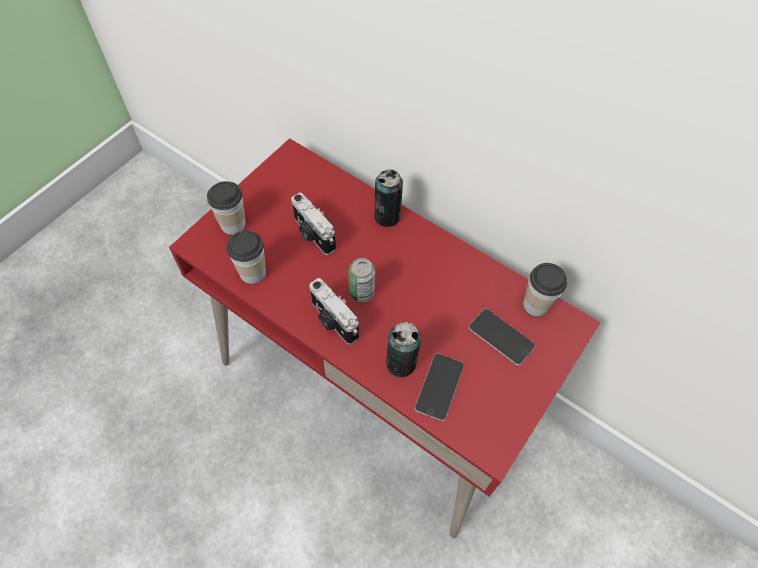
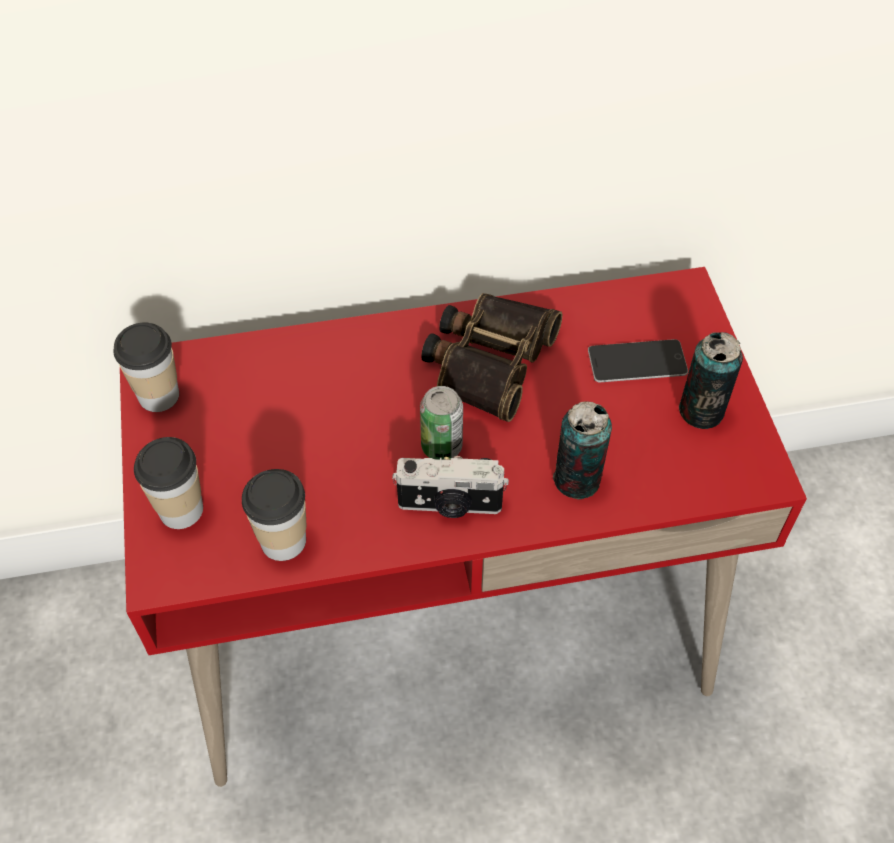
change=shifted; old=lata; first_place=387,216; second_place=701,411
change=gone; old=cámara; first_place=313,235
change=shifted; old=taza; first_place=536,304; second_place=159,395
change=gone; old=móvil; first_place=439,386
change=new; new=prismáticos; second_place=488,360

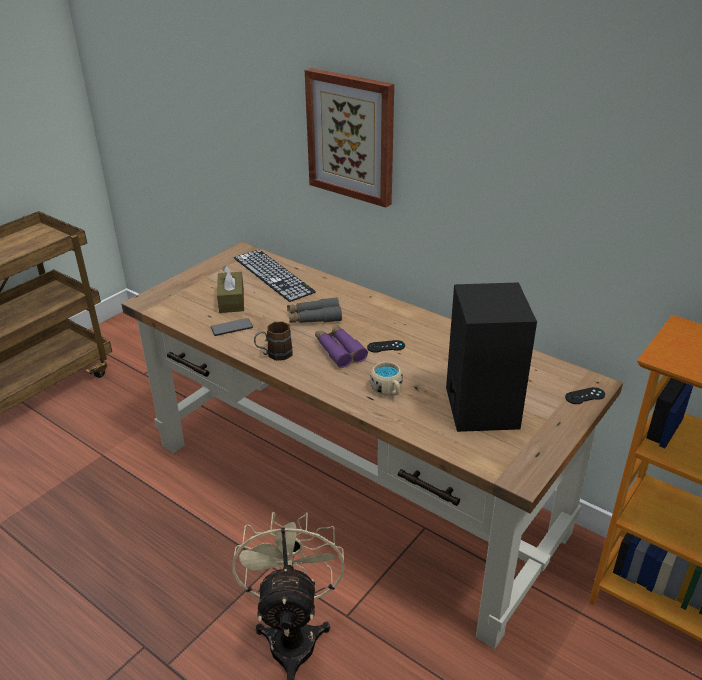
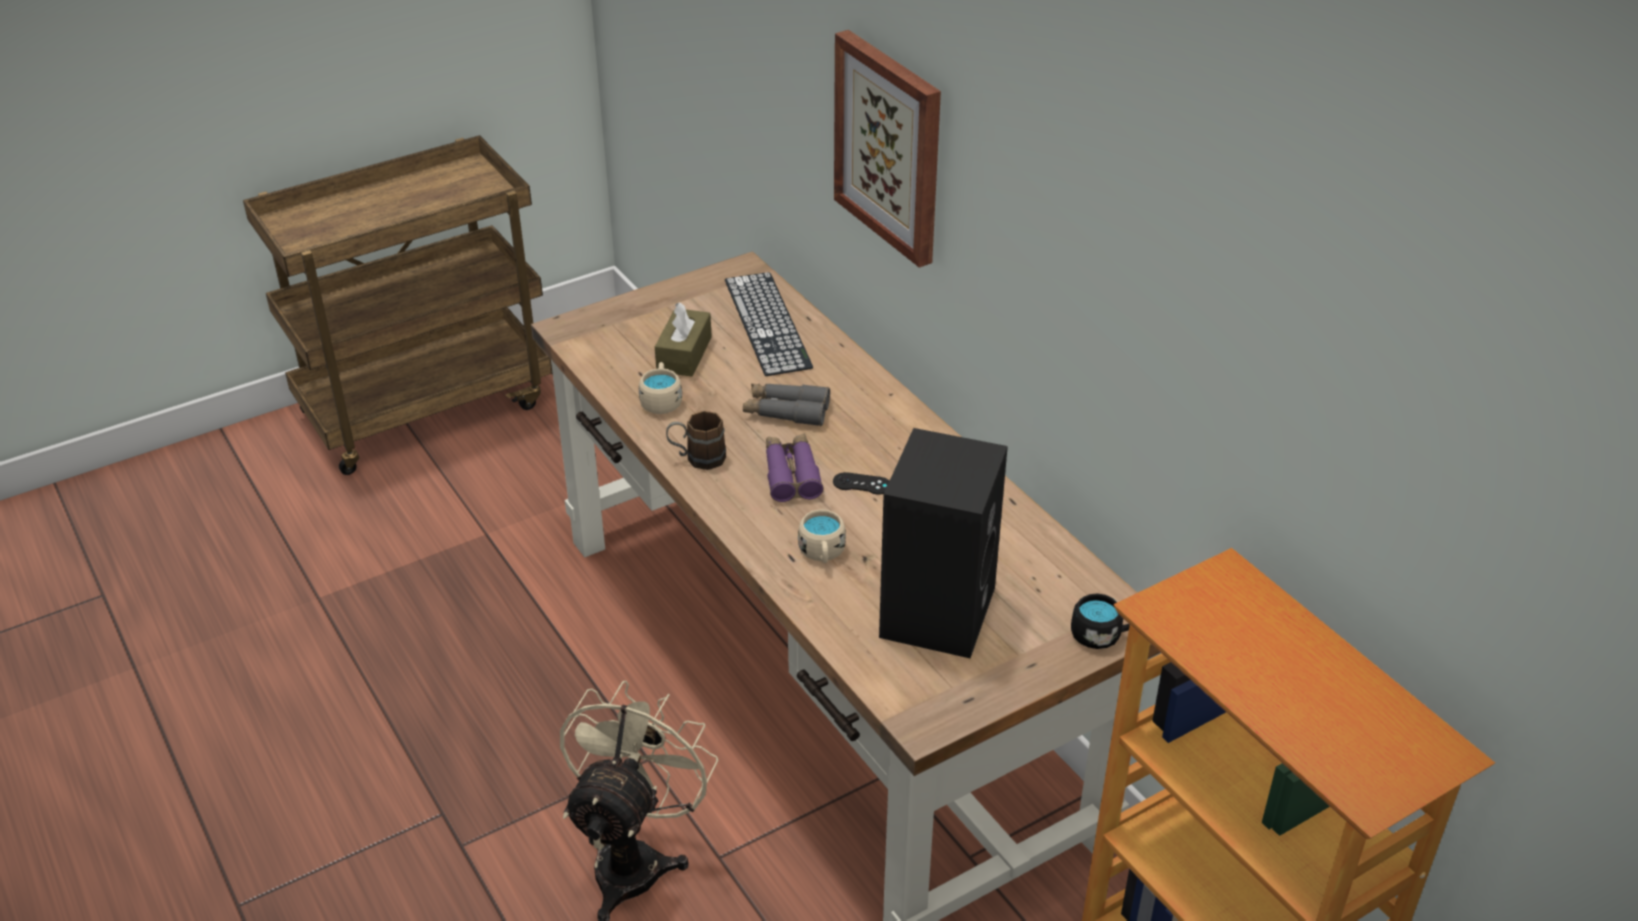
change=swapped; old=móvil; new=taza grande [beis]; first_place=231,328; second_place=661,400
change=swapped; old=mando de consola [negro]; new=taza grande [negro]; first_place=585,396; second_place=1102,635

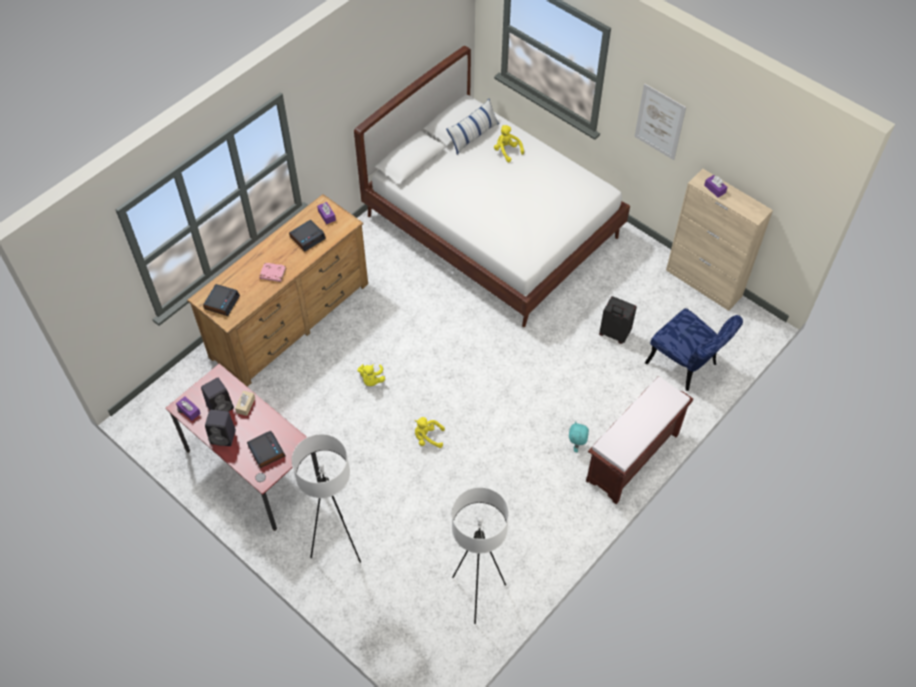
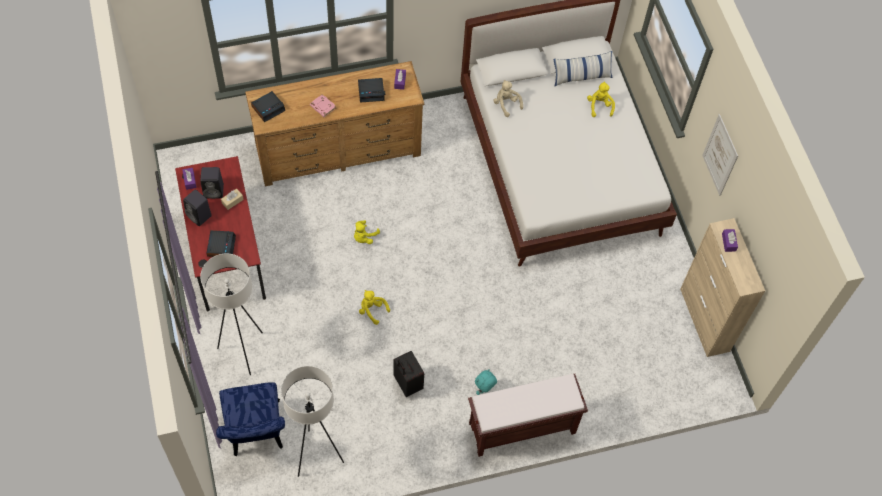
change=shifted; old=maleta [negro]; first_place=614,334; second_place=407,384
change=shifted; old=silla [azul]; first_place=686,366; second_place=255,434
change=new; new=peluche [beis]; second_place=506,104

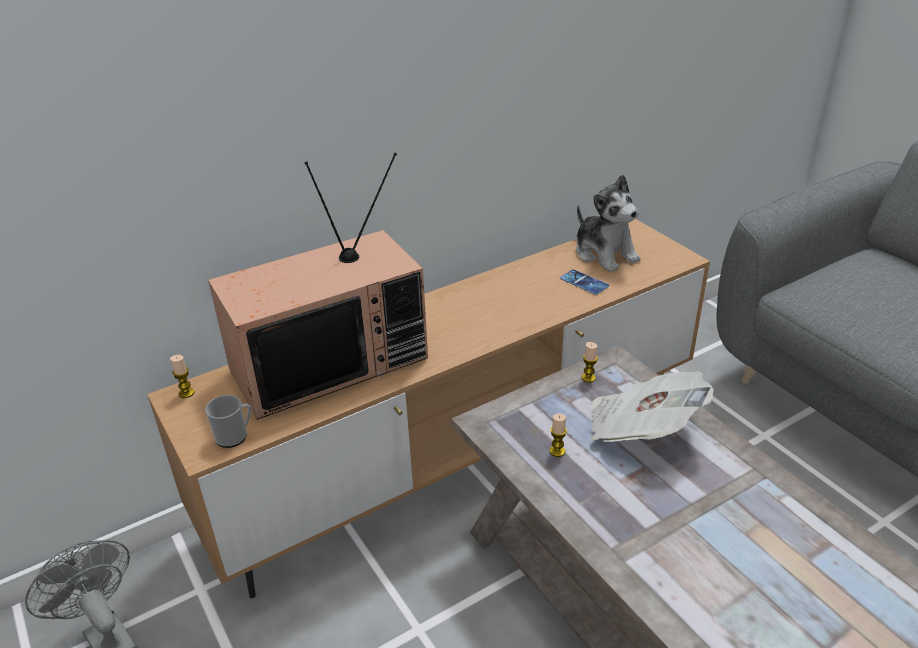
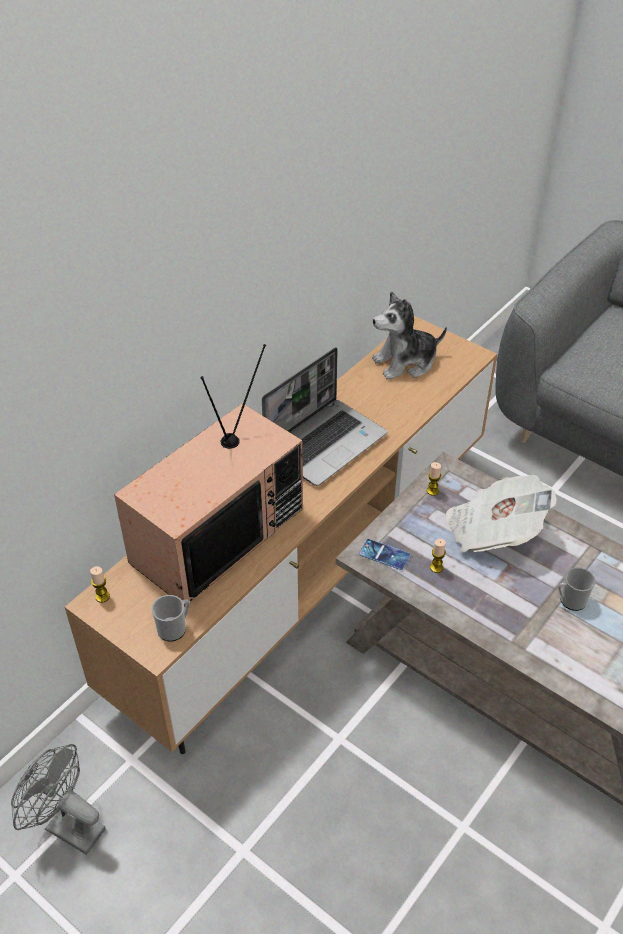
change=rotated; old=peluche; first_place=604,253; second_place=405,363; degrees=120
change=shifted; old=móvil; first_place=584,282; second_place=384,555
change=new; new=portátil; second_place=325,442
change=new; new=taza grande; second_place=570,600

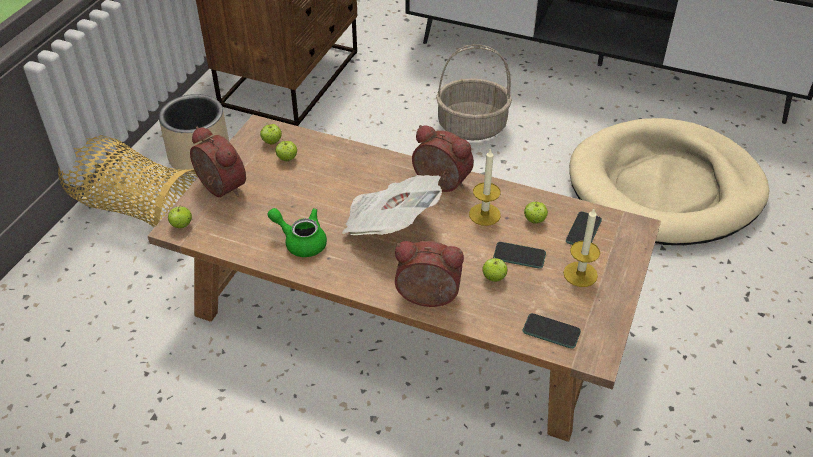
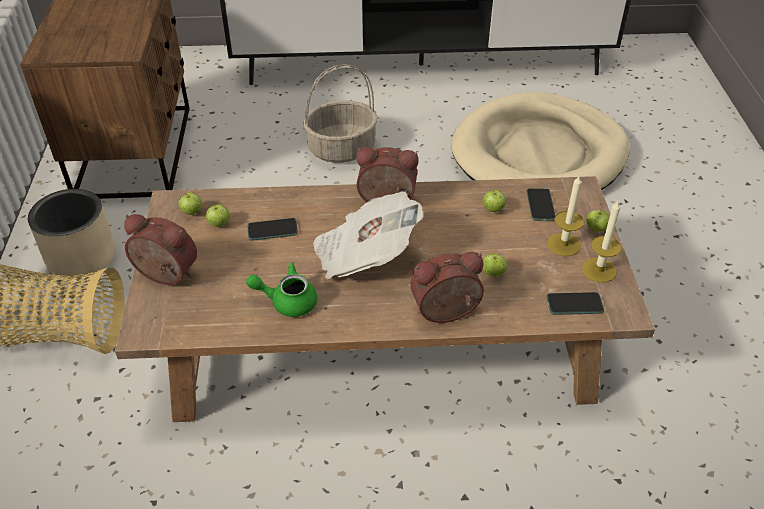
change=shifted; old=vela; first_place=484,214; second_place=599,270
change=shifted; old=manzana; first_place=181,225; second_place=596,229
change=shifted; old=móvil; first_place=519,256; second_place=272,230

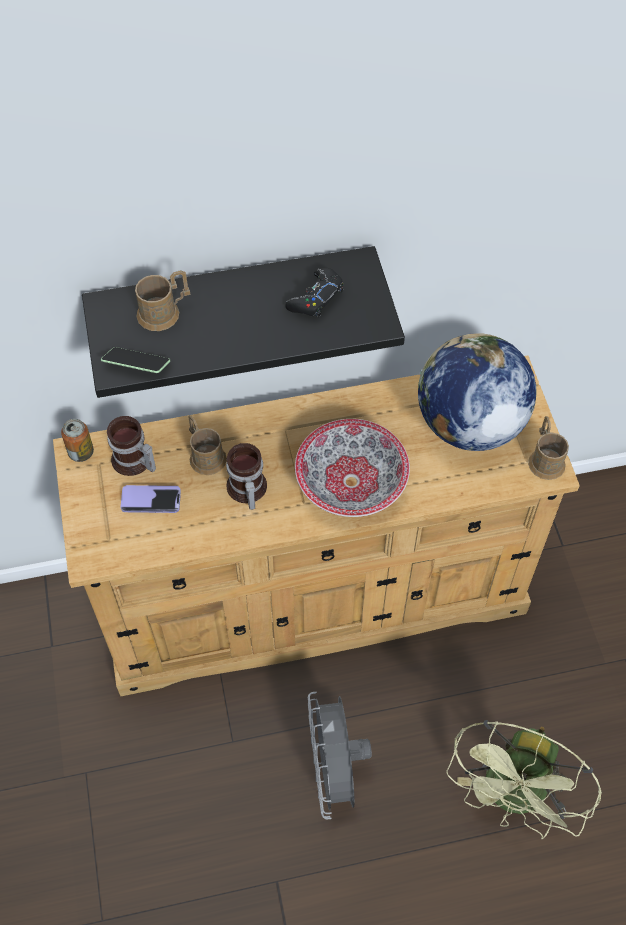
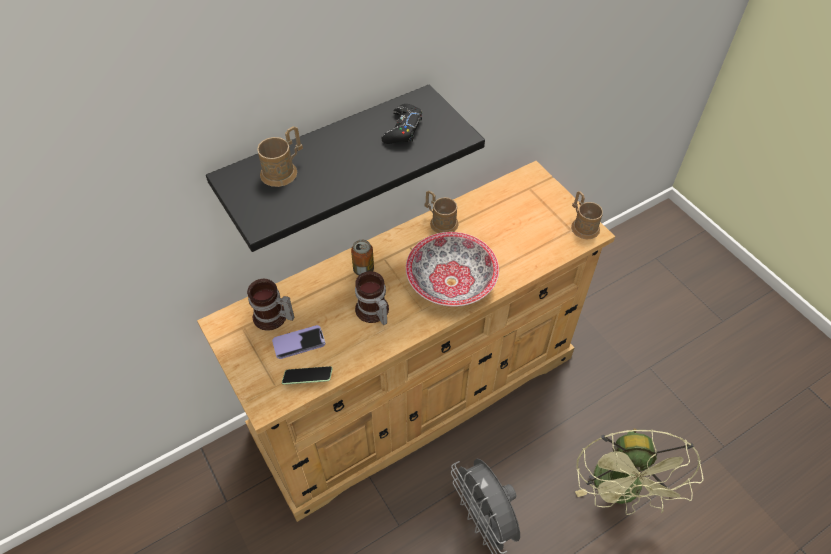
change=gone; old=globo terráqueo; first_place=468,424
change=shifted; old=móvil; first_place=137,365; second_place=308,379
change=shifted; old=taza grande [marrón]; first_place=205,455; second_place=440,221
change=shifted; old=lata; first_place=81,452; second_place=363,269

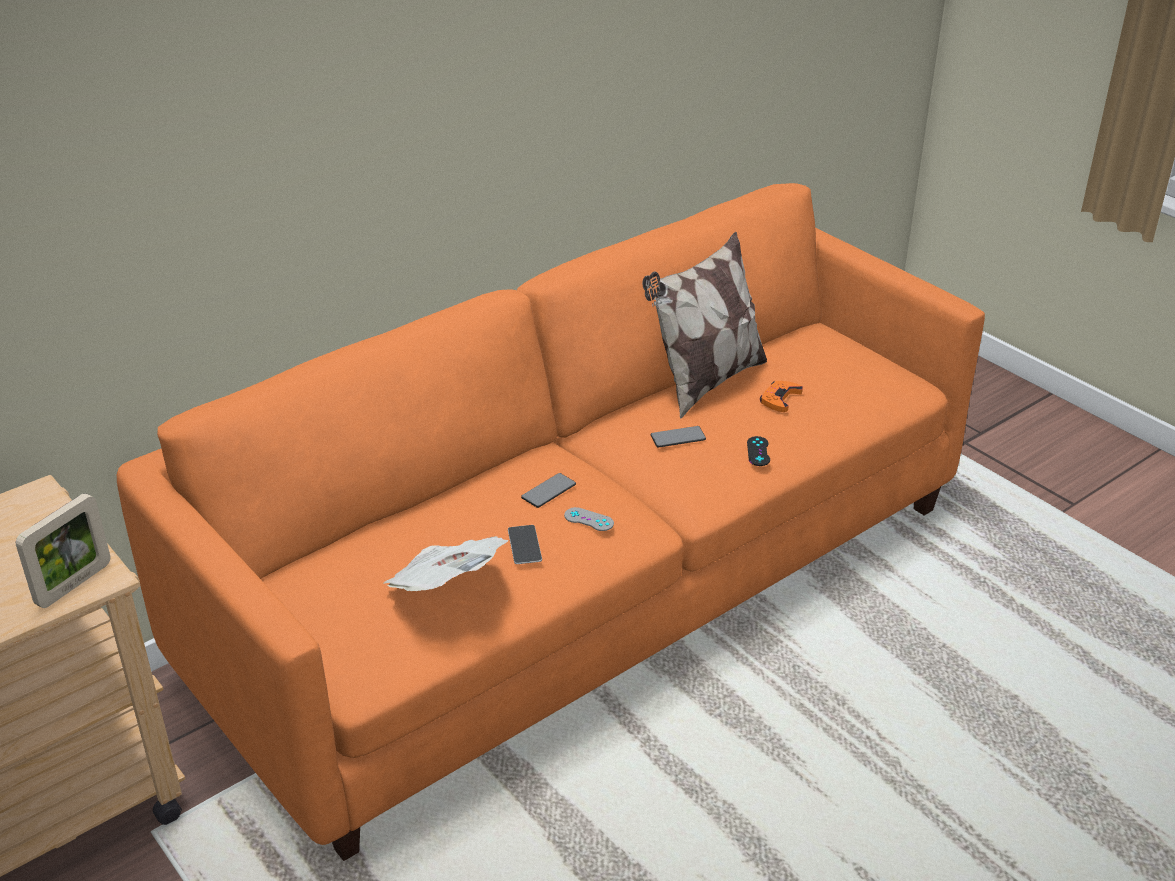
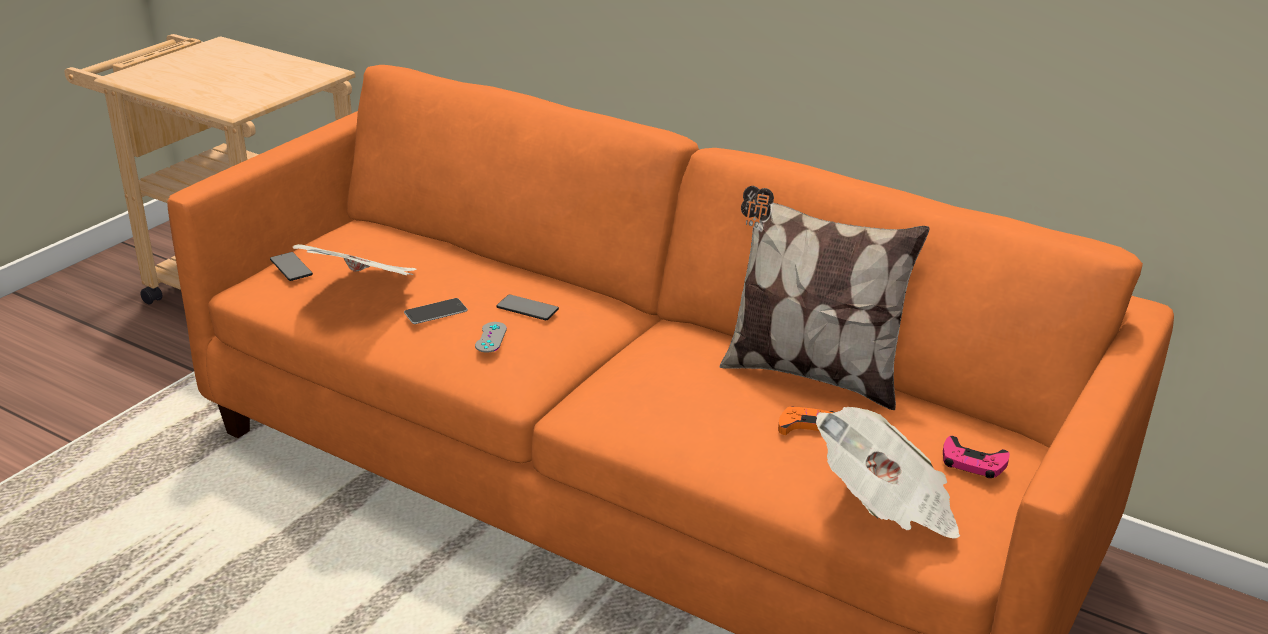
change=shifted; old=móvil; first_place=678,438; second_place=291,267
change=gone; old=mando de consola [negro]; first_place=758,451
change=gone; old=portarretratos; first_place=74,584
change=new; new=periódico; second_place=886,505
change=new; new=mando de consola [rosa]; second_place=973,463

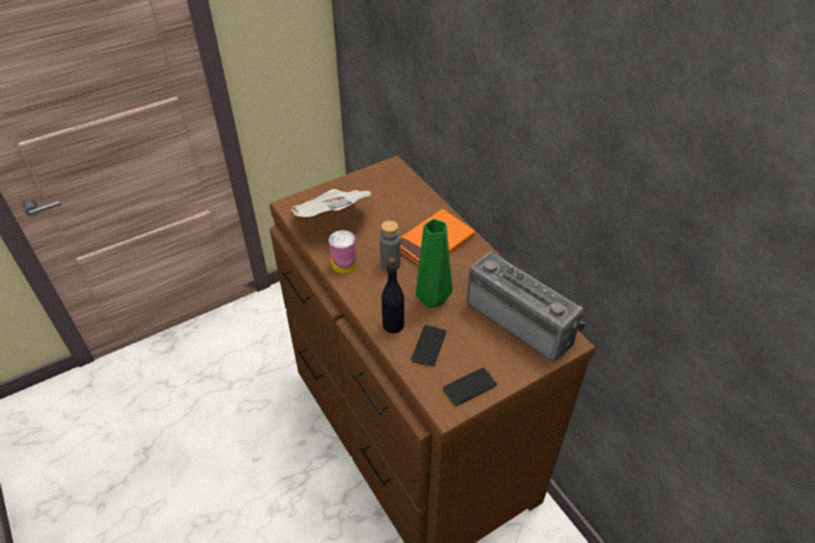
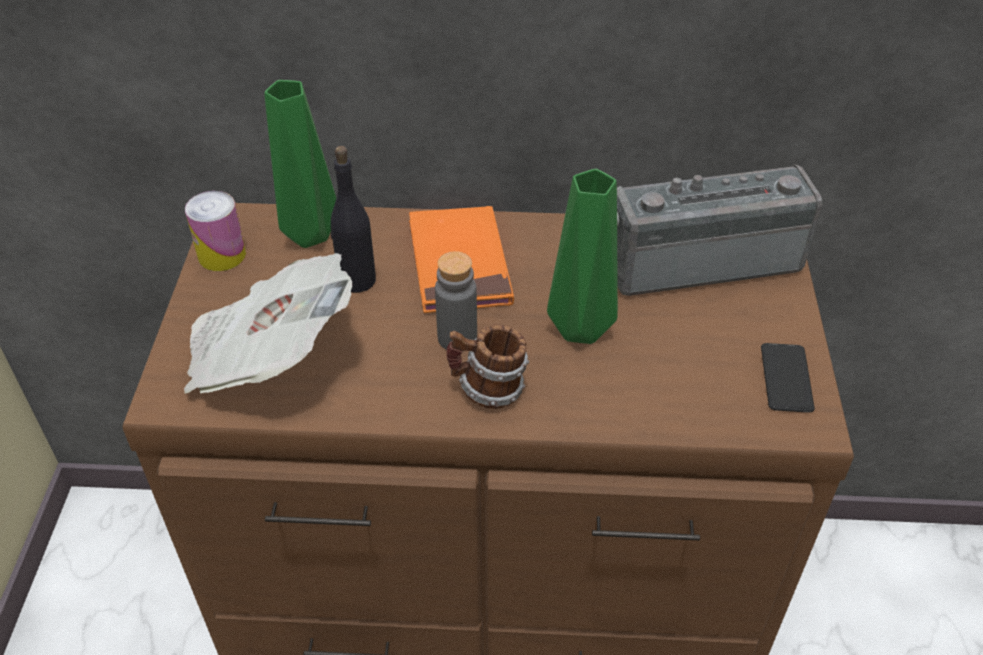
change=shifted; old=lata; first_place=344,264; second_place=222,255
change=shifted; old=botella [negro]; first_place=393,325; second_place=356,280
change=gone; old=móvil; first_place=429,346
change=new; new=florero [verde]; second_place=307,236
change=new; new=taza grande; second_place=488,390

